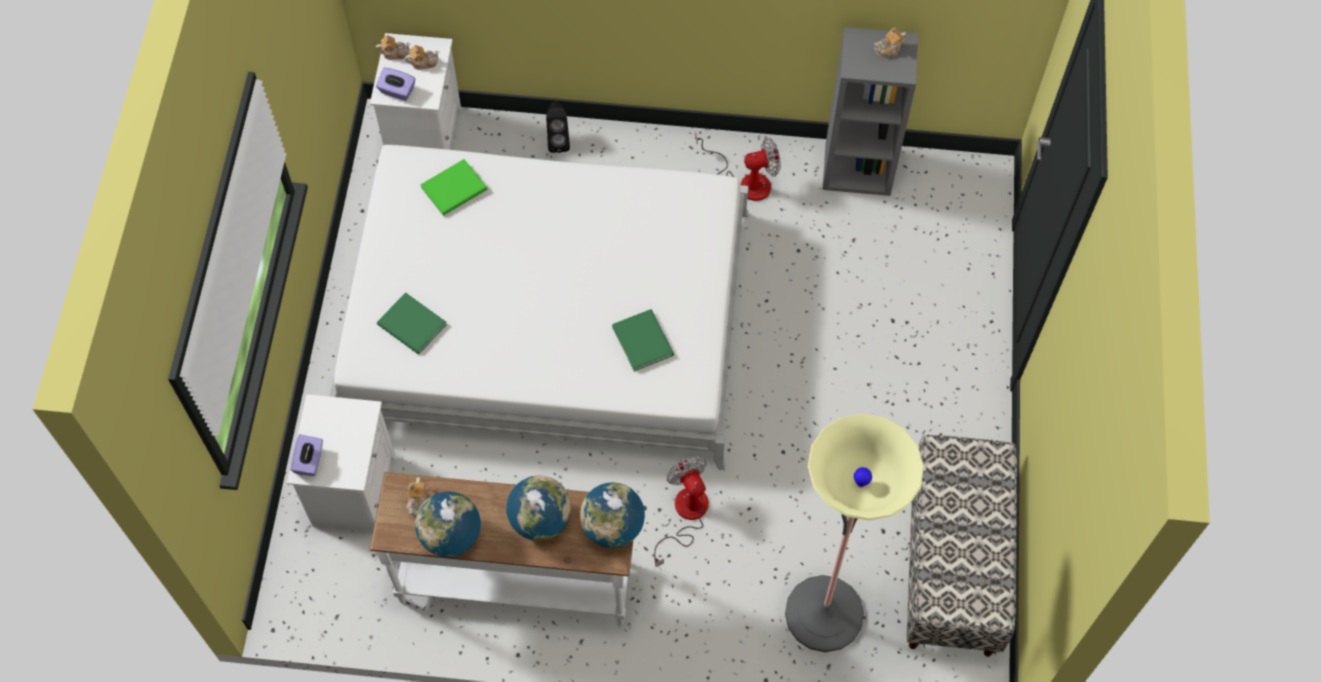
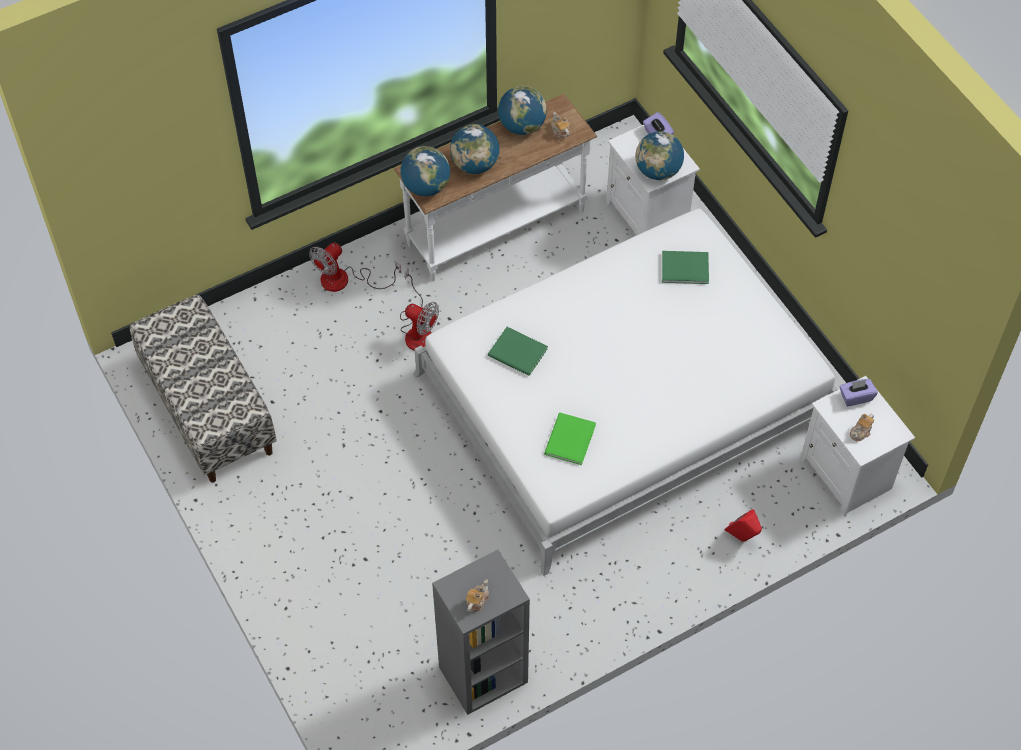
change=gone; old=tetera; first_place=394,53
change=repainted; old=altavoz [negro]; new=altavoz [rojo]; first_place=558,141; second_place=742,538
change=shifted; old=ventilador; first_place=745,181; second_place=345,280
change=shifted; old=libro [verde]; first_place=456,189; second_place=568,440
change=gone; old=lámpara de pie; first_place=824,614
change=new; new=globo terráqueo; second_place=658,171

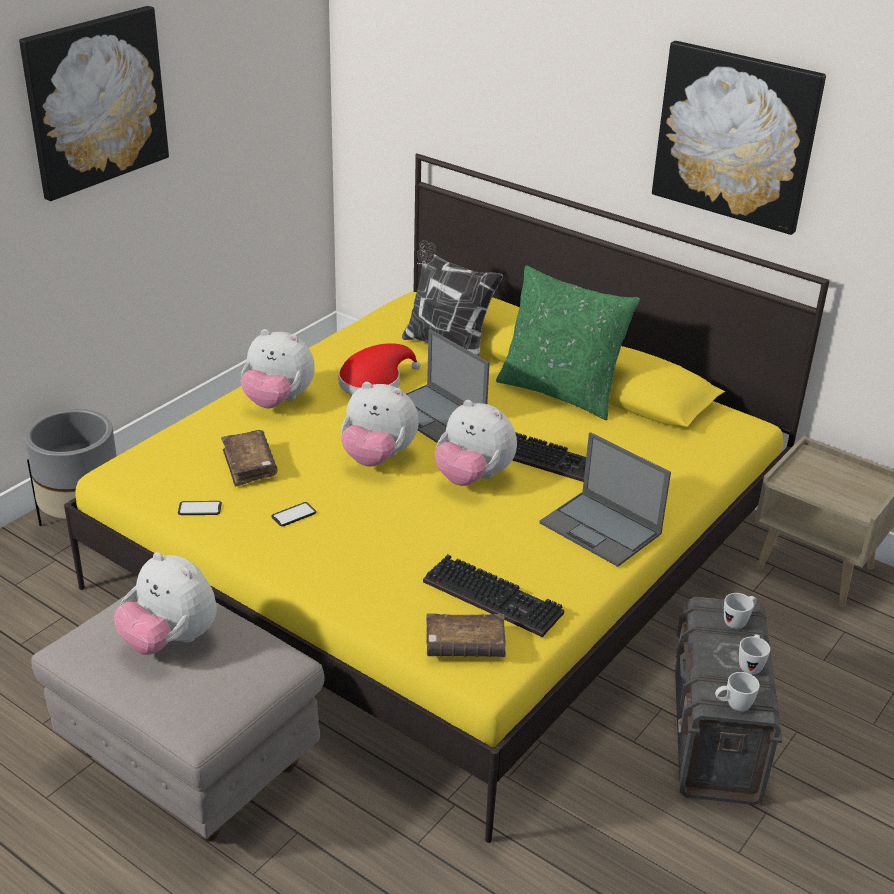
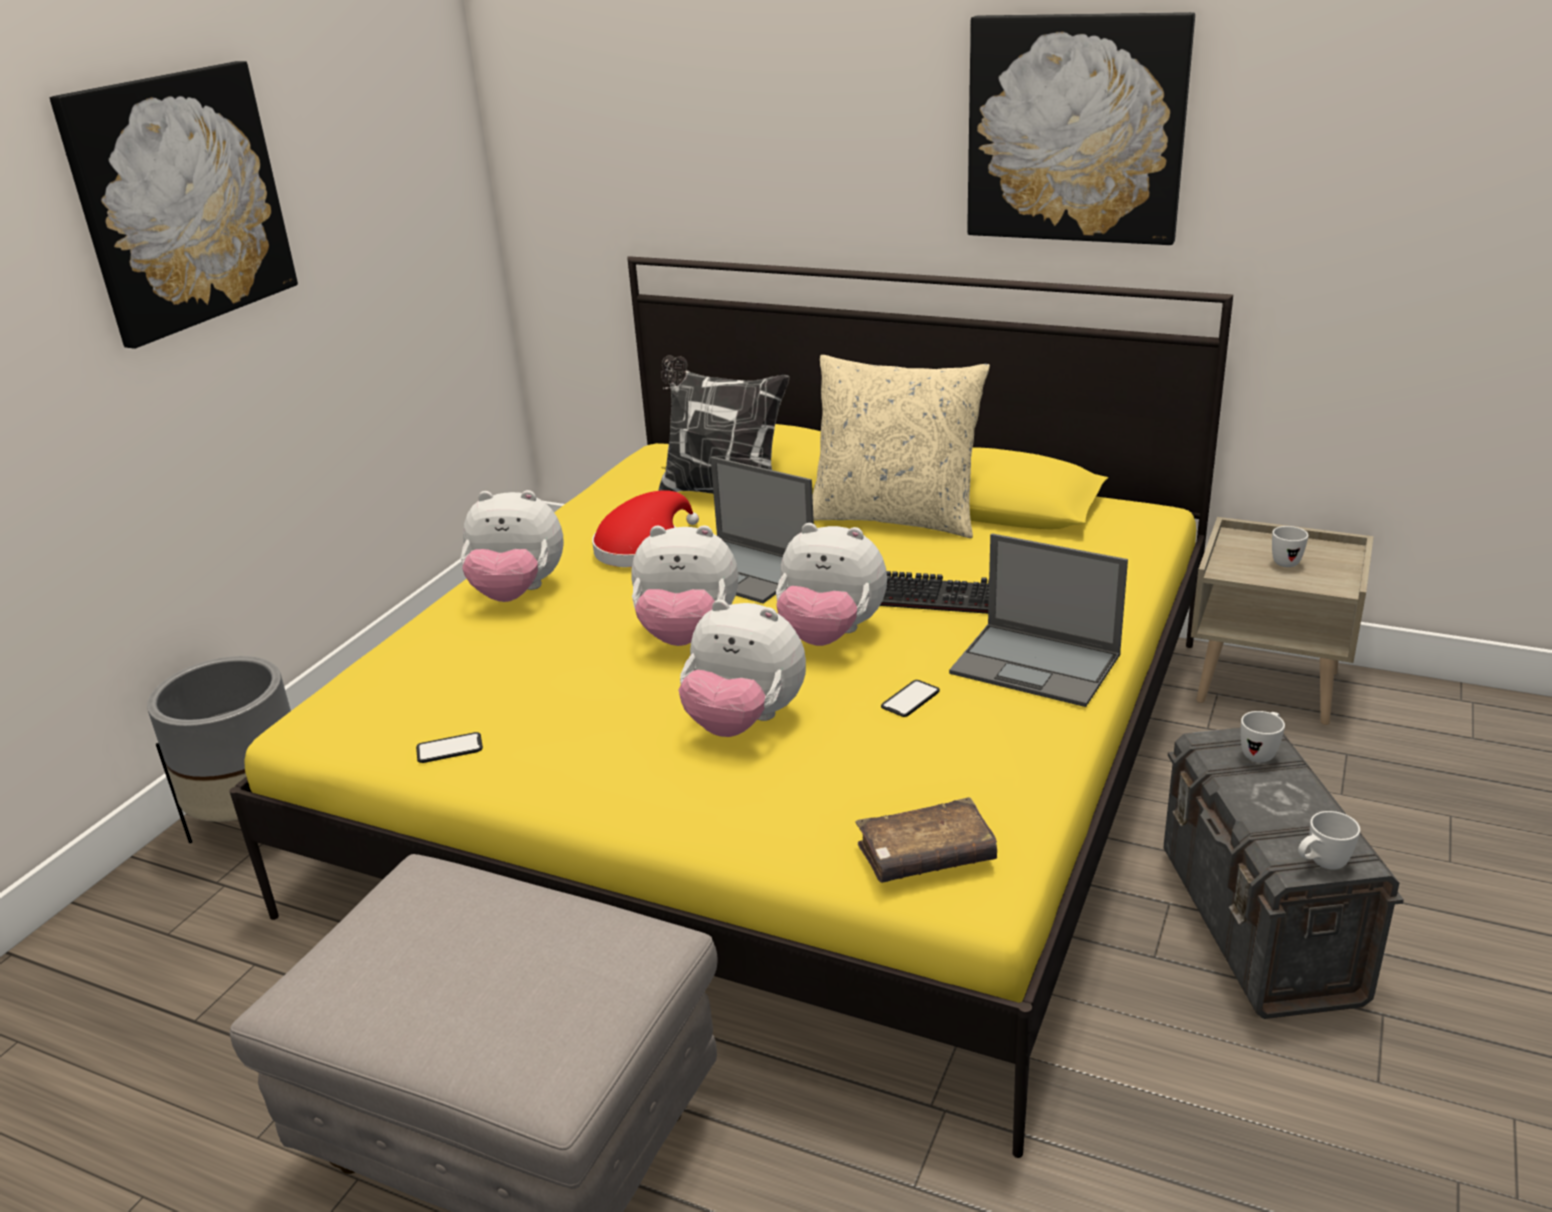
change=repainted; old=cojín [verde]; new=cojín [beis]; first_place=560,392; second_place=895,517
change=gone; old=libro [marrón]; first_place=249,465
change=shifted; old=móvil; first_place=294,515; second_place=910,699
change=shifted; old=peluche; first_place=170,640; second_place=744,722
change=gone; old=teclado; first_place=496,597
change=shifted; old=taza grande [blanco]; first_place=750,665; second_place=1284,560

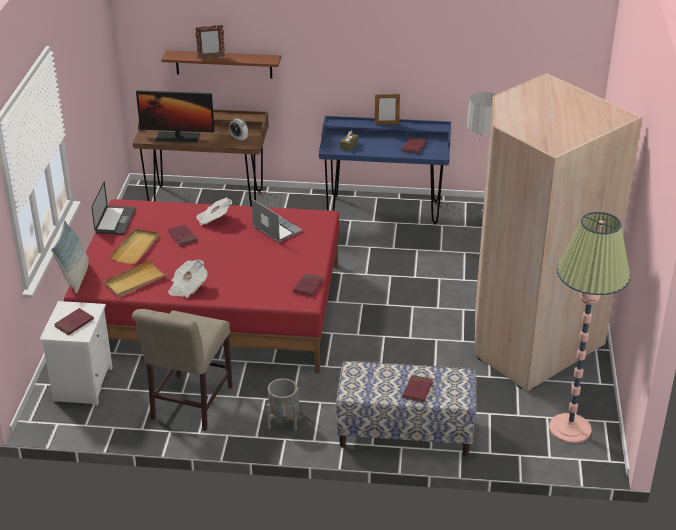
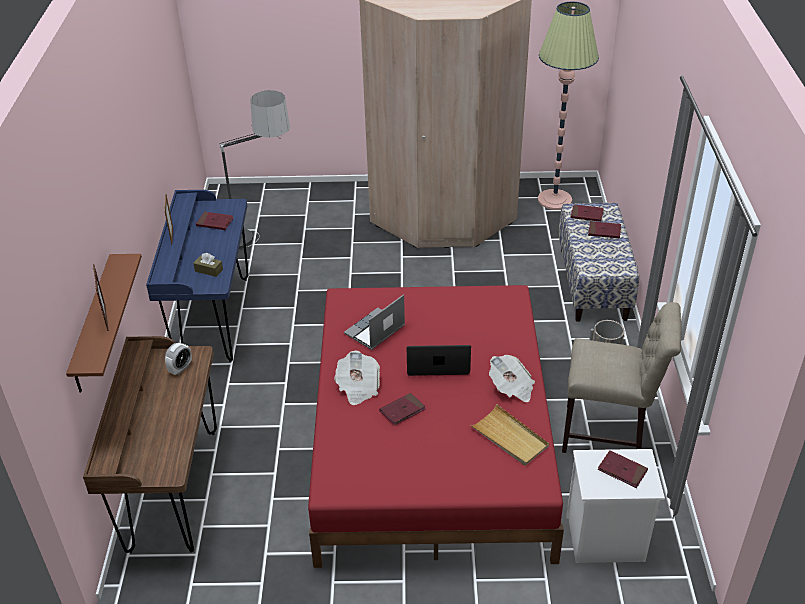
change=gone; old=monitor; first_place=177,137
change=shifted; old=portátil; first_place=115,221; second_place=438,363
change=gone; old=cojín; first_place=75,277
change=gone; old=bandeja [beis]; first_place=135,248
change=shifted; old=libro [rojo]; first_place=308,286; second_place=586,214

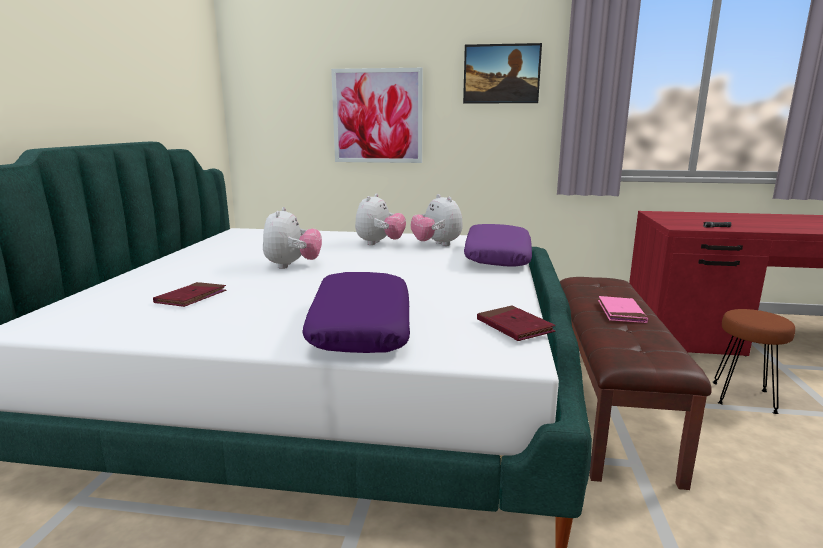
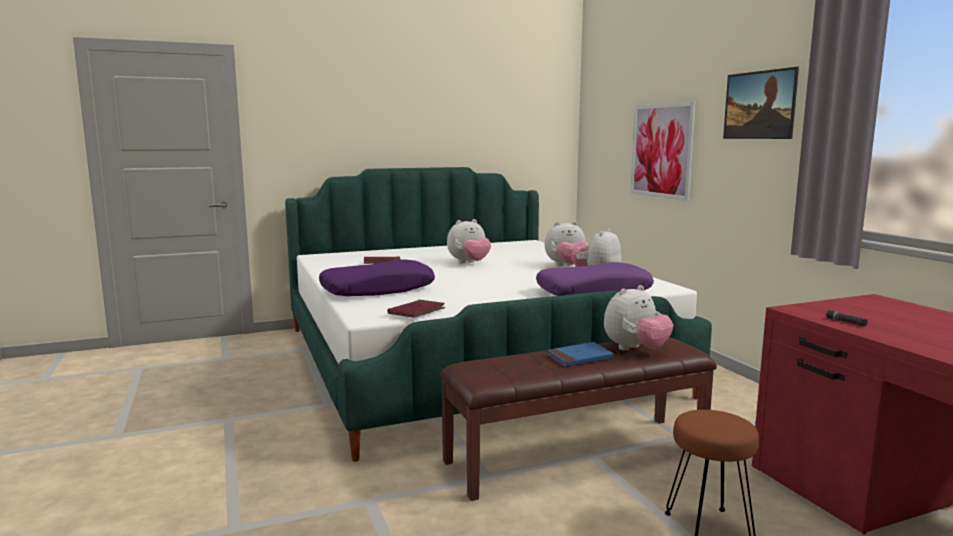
change=repainted; old=libro [rosa]; new=libro [azul]; first_place=621,312; second_place=580,357
change=new; new=peluche; second_place=635,350

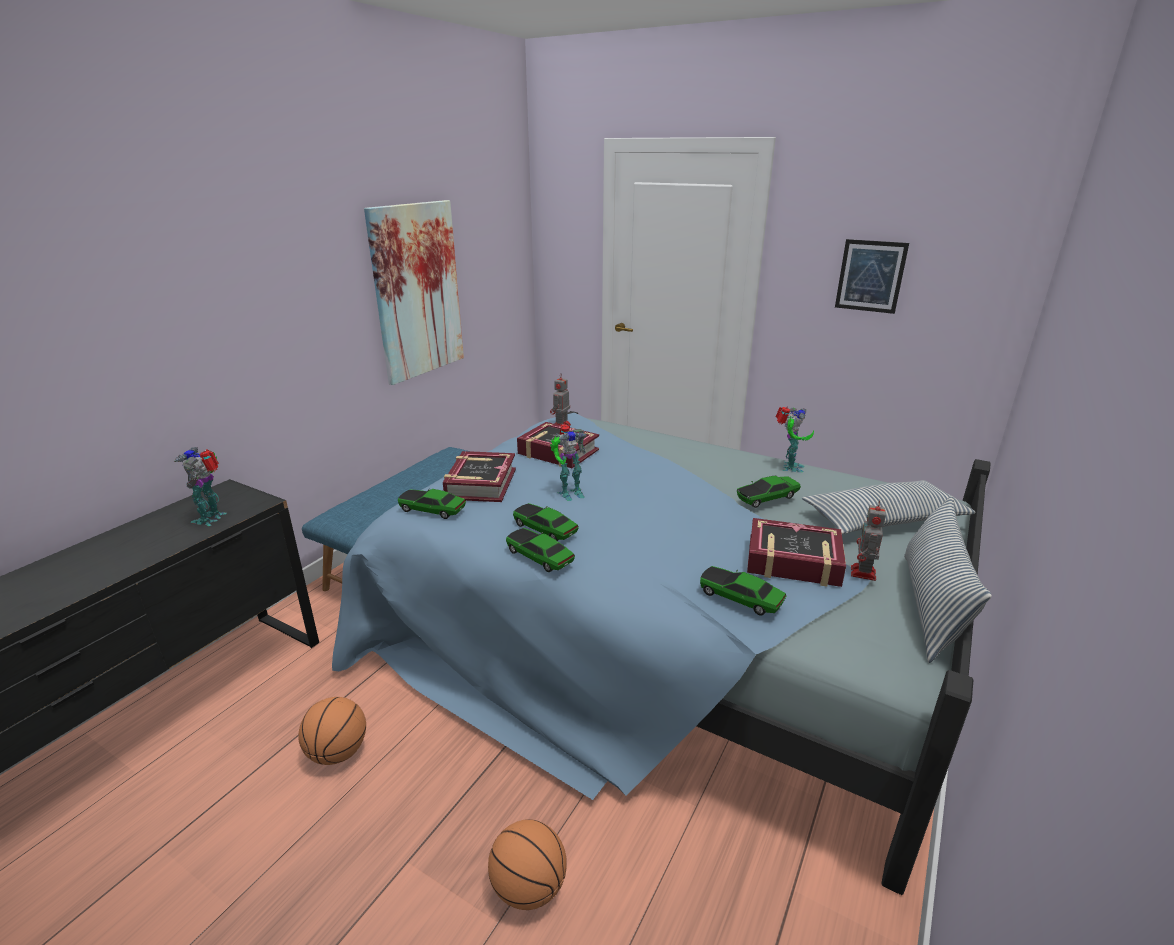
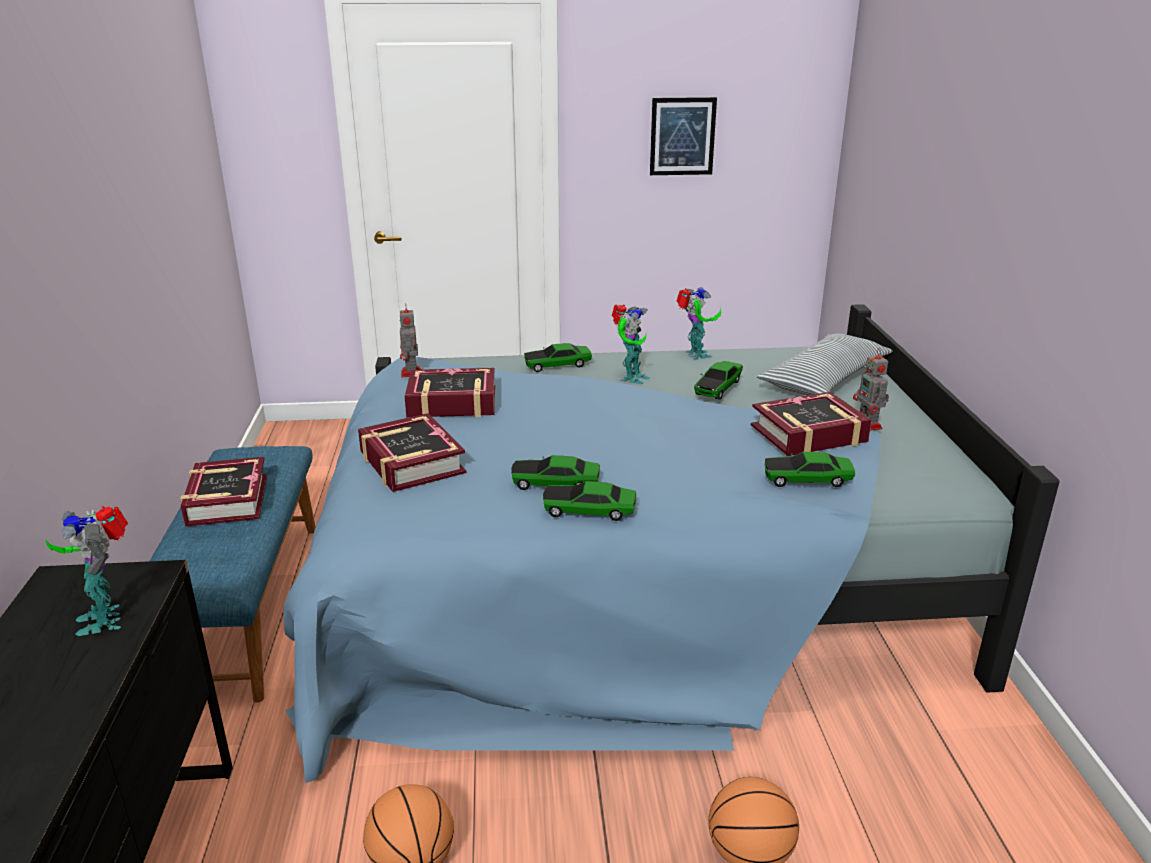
change=gone; old=cuadro; first_place=417,291
change=shifted; old=robot de juguete; first_place=569,493; second_place=631,378
change=shifted; old=coche de juguete; first_place=432,510; second_place=557,365
change=gone; old=cojín; first_place=930,606
change=new; new=libro; second_place=226,500

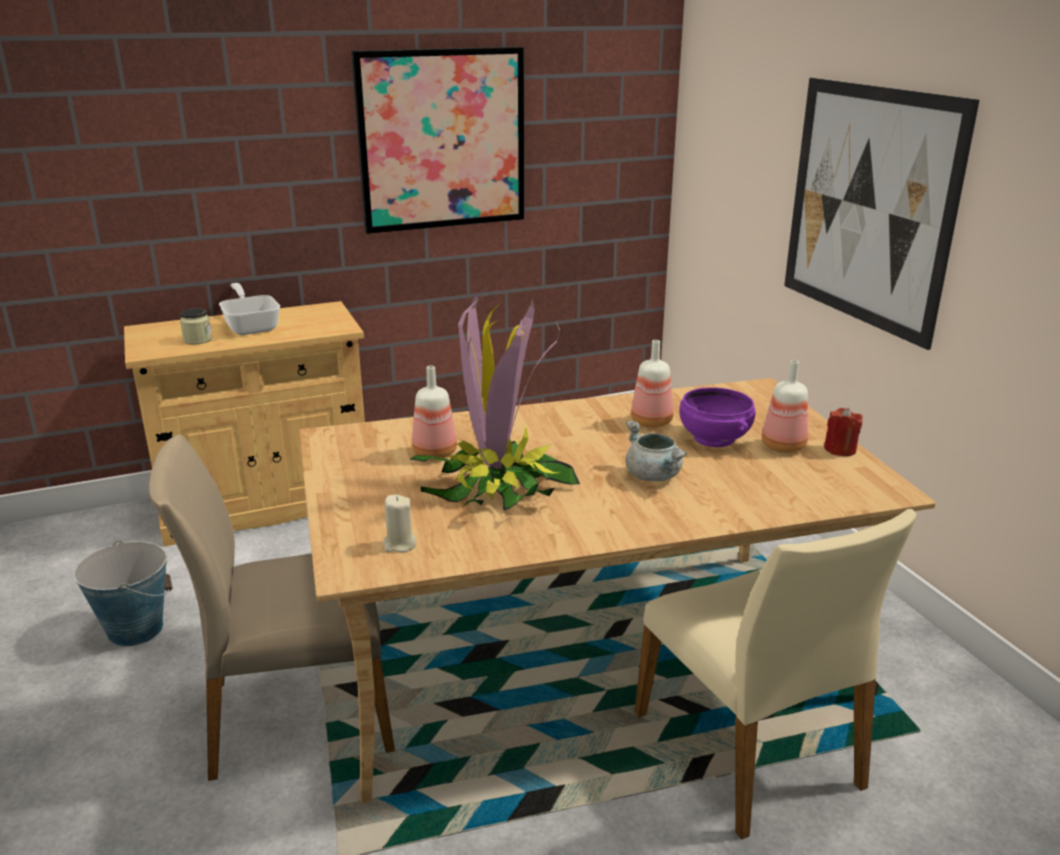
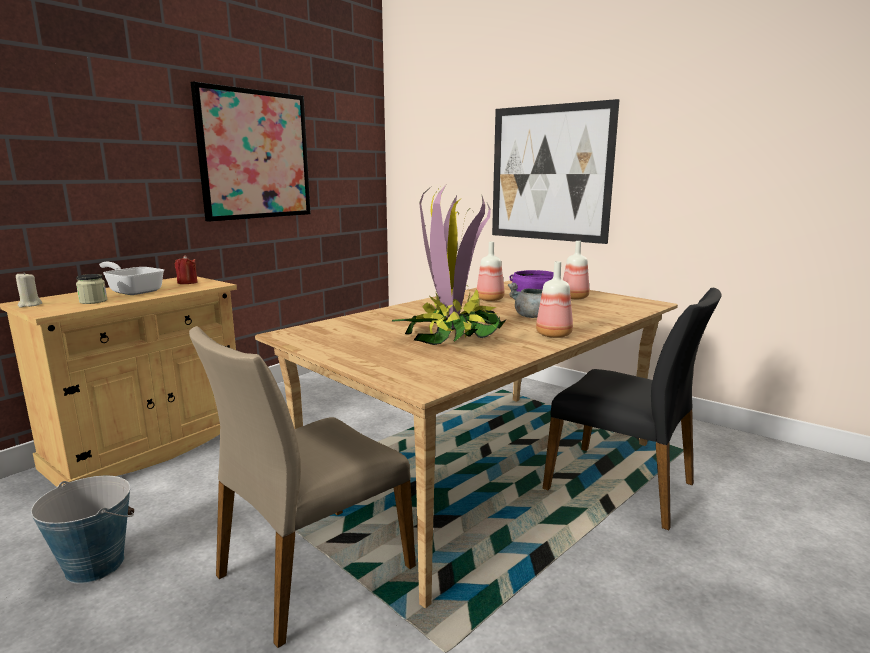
change=shifted; old=botella; first_place=436,453; second_place=555,335
change=shifted; old=vela [rojo]; first_place=840,449; second_place=187,283
change=shifted; old=vela [beis]; first_place=399,544; second_place=30,305
change=repainted; old=silla [beis]; new=silla [negro]; first_place=750,750; second_place=621,485

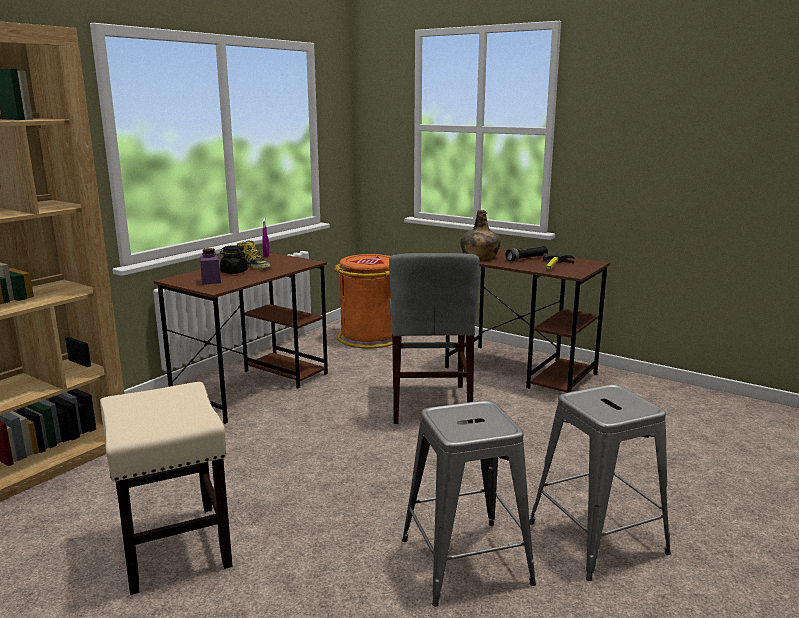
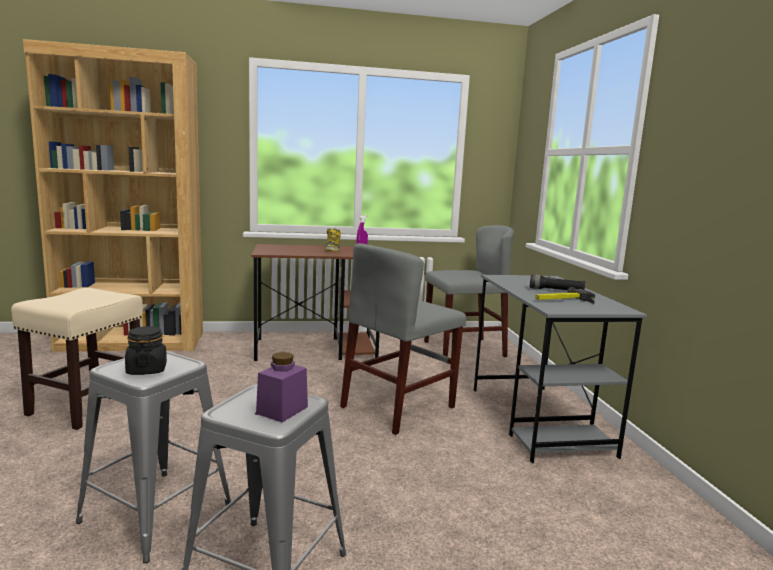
change=gone; old=botella [verde]; first_place=479,257
change=shifted; old=tarro [negro]; first_place=234,272; second_place=146,370
change=shifted; old=tarro [morado]; first_place=211,281; second_place=282,410
change=repainted; old=escritorio [marrón]; new=escritorio [gris]; first_place=521,371; second_place=538,420
change=swapped; old=papelera [naranja]; new=silla [gris]; first_place=369,337; second_place=464,349

